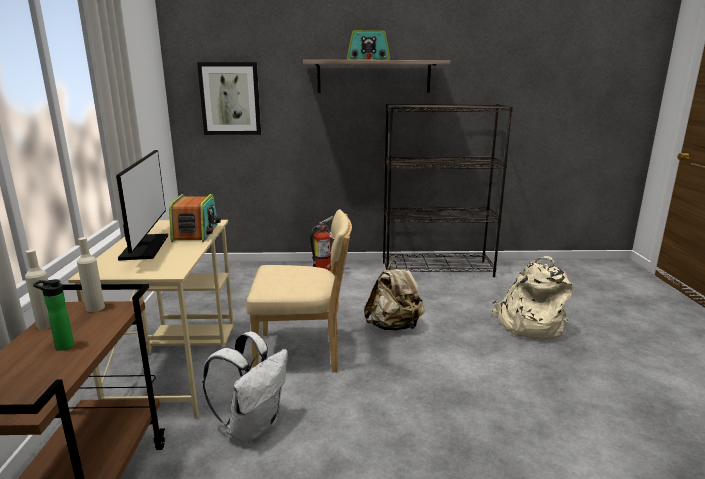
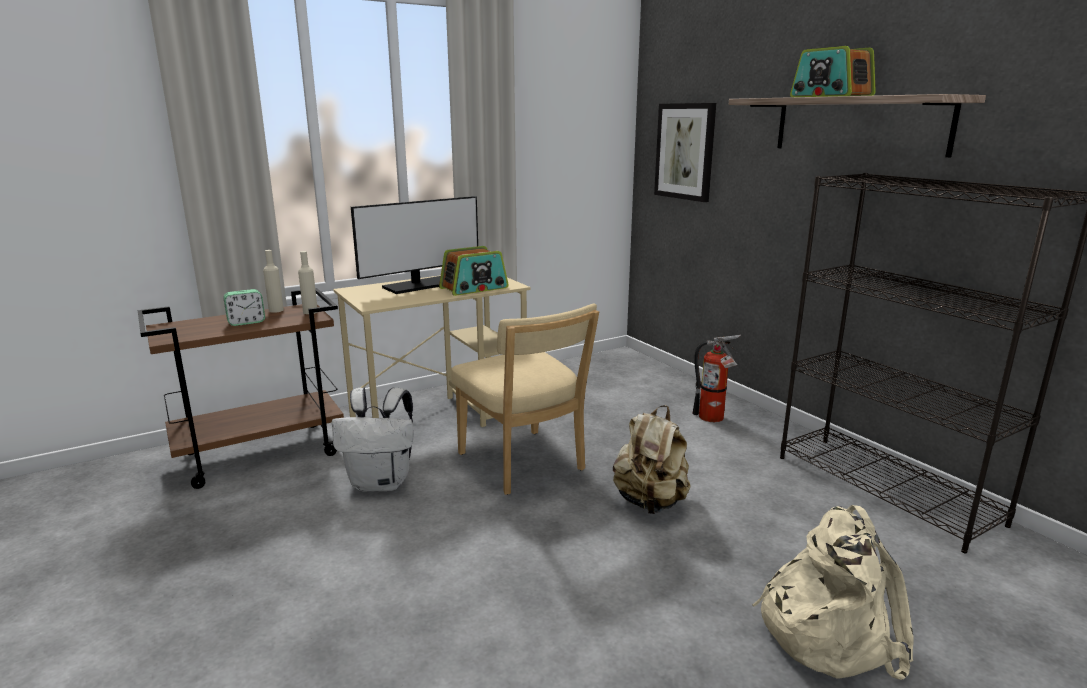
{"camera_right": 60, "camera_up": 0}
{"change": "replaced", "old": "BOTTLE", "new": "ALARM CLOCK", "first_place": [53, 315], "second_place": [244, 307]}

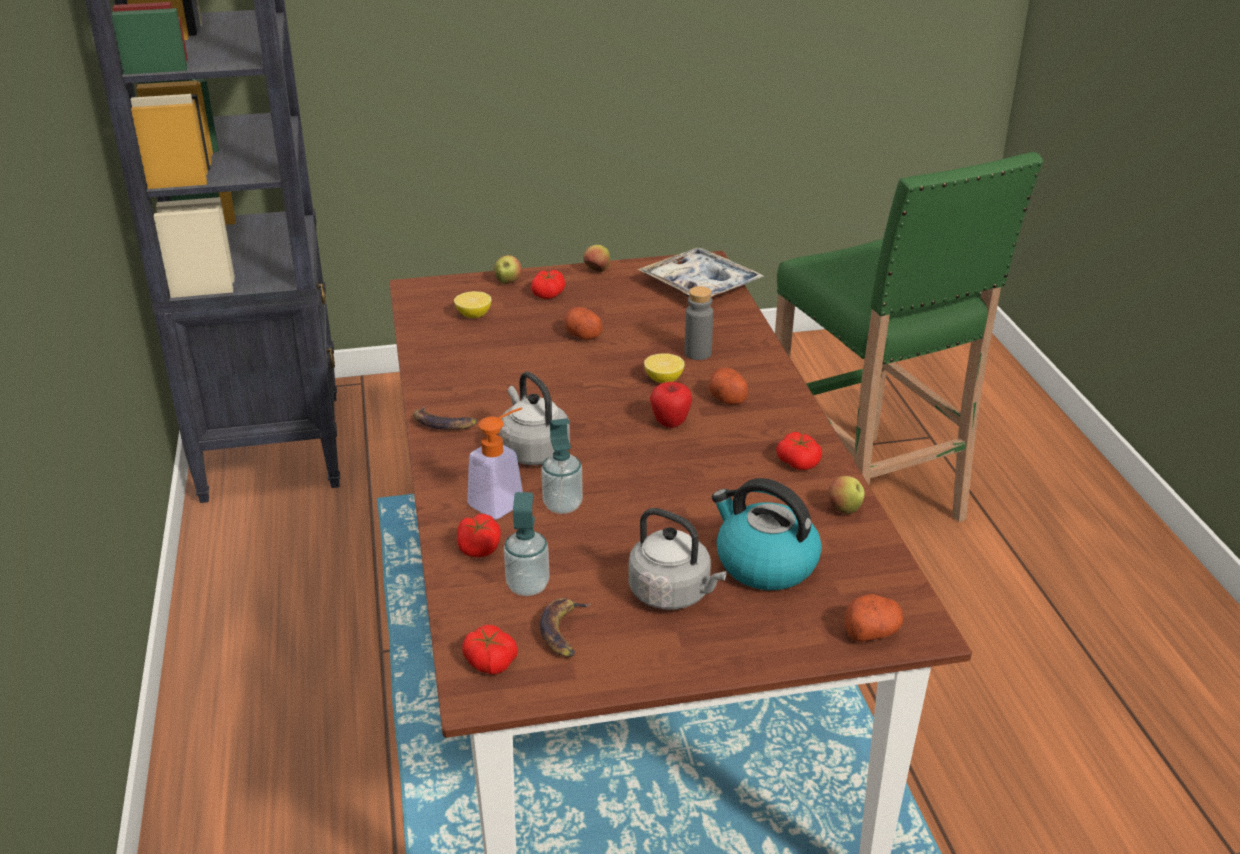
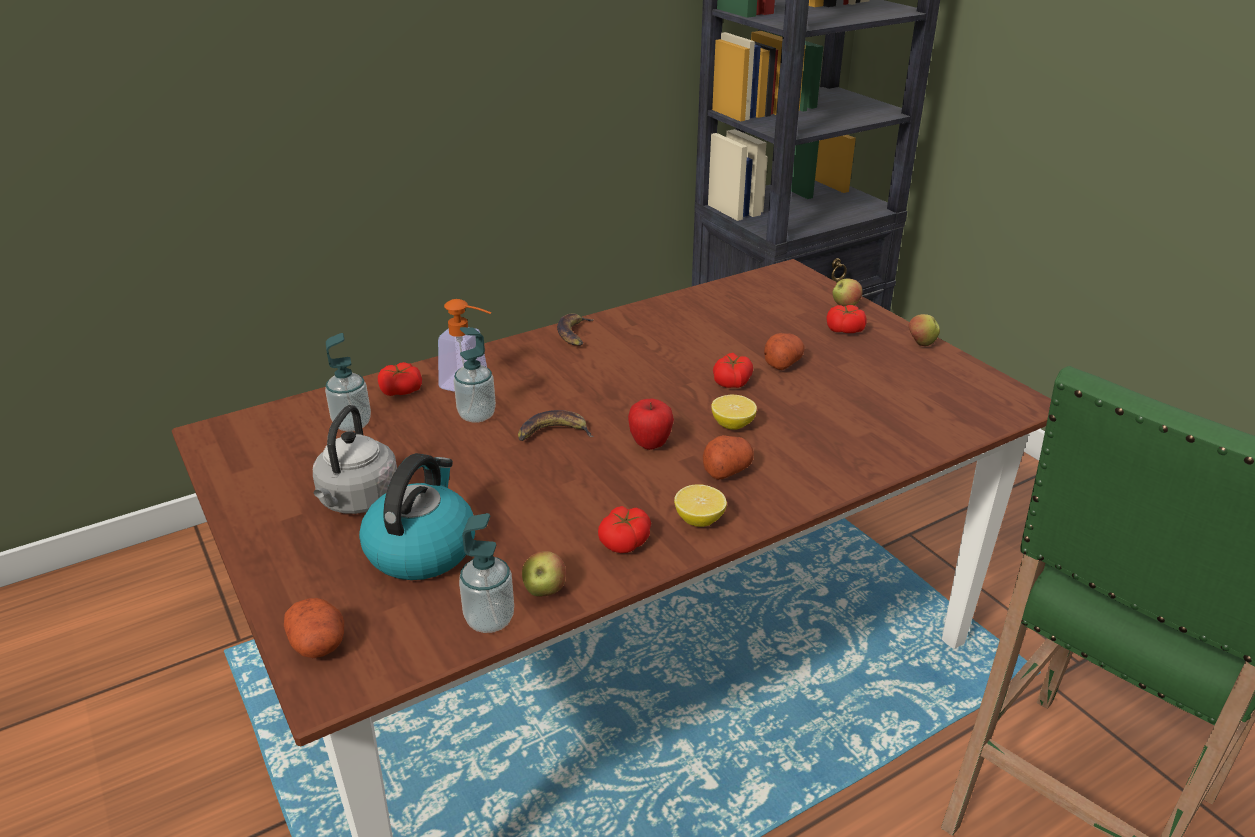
{"camera_right": 70, "camera_up": 0}
{"change": "added", "new": "SOAP DISPENSER", "second_place": [486, 573]}
{"change": "moved", "old": "BANANA", "first_place": [565, 627], "second_place": [556, 425]}
{"change": "moved", "old": "LEMON", "first_place": [473, 304], "second_place": [700, 505]}
{"change": "moved", "old": "TOMATO", "first_place": [490, 650], "second_place": [733, 370]}
{"change": "removed", "old": "GREY KETTLE", "first_place": [534, 418]}
{"change": "removed", "old": "TRAY", "first_place": [700, 272]}
{"change": "removed", "old": "GREY BOTTLE", "first_place": [699, 323]}

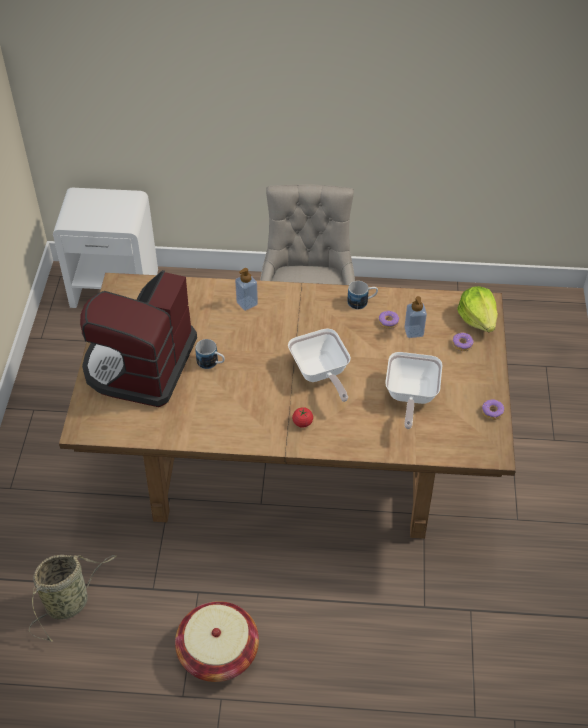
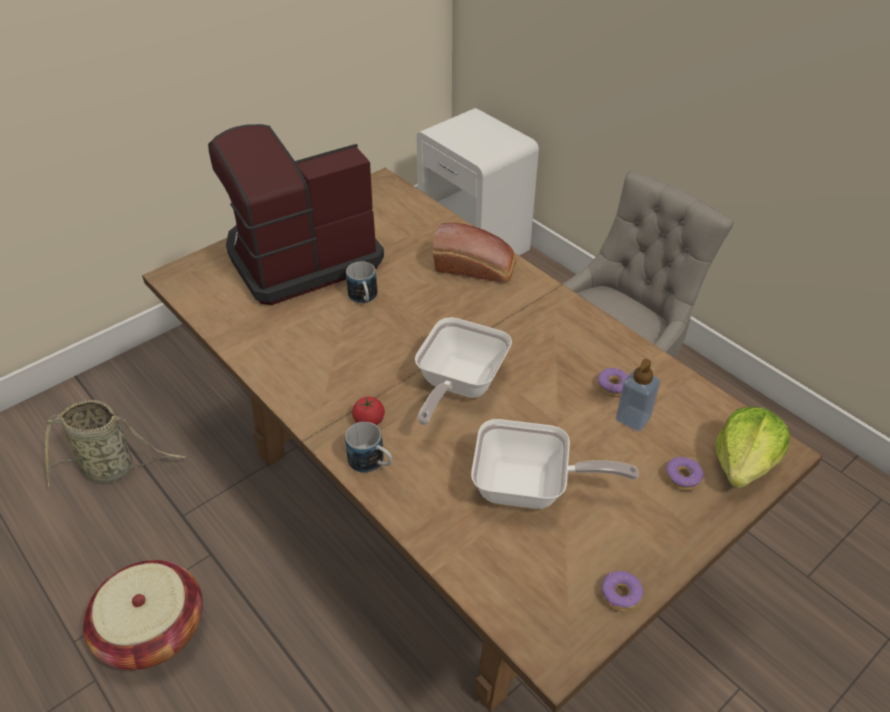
{"camera_right": 45, "camera_up": -5}
{"change": "moved", "old": "MUG", "first_place": [362, 295], "second_place": [368, 447]}
{"change": "replaced", "old": "SOAP DISPENSER", "new": "BREAD", "first_place": [246, 289], "second_place": [474, 253]}
{"change": "turned", "old": "FRYING PAN", "first_place": [413, 390], "second_place": [554, 464], "degrees": -135}

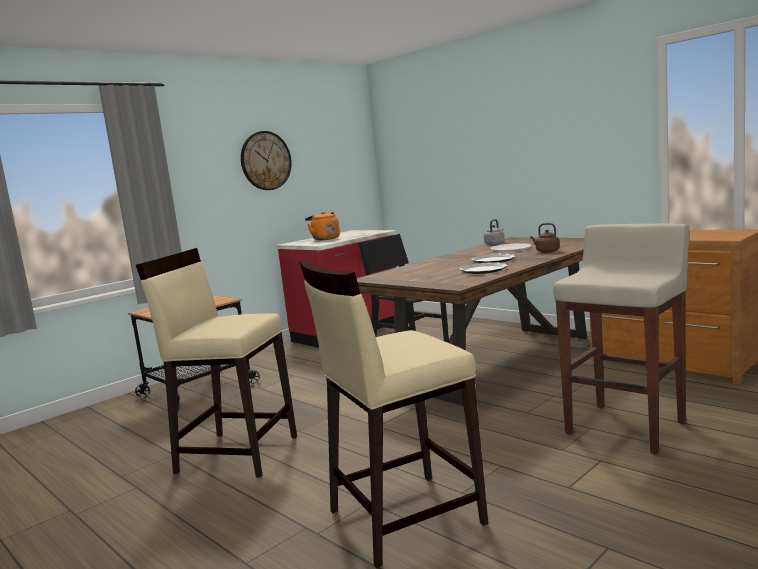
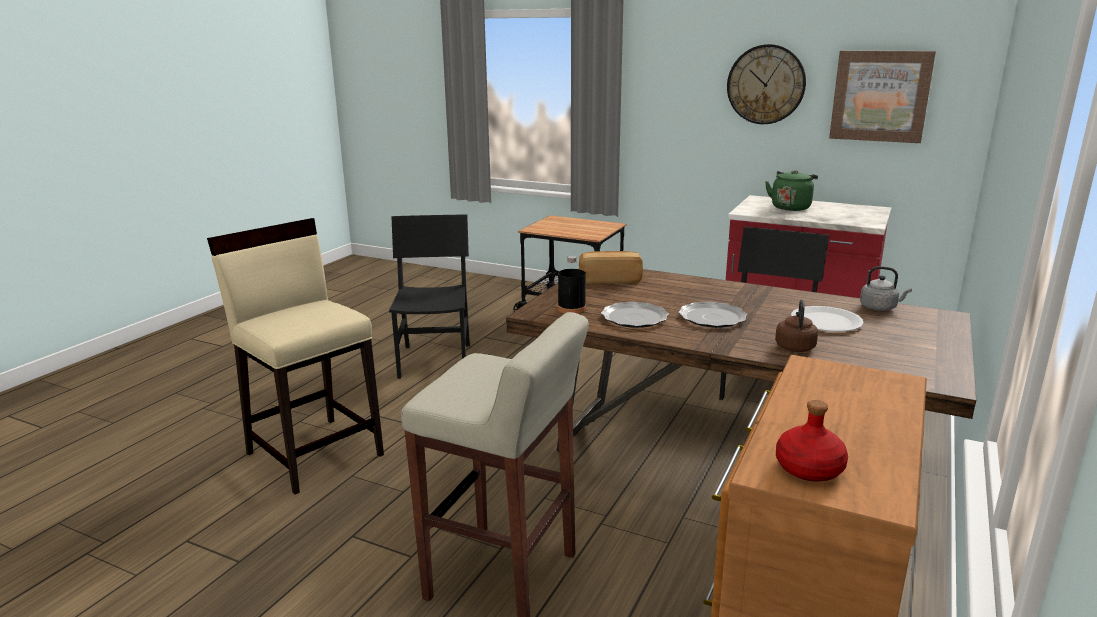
{"camera_right": 70, "camera_up": 10}
{"change": "replaced", "old": "BEIGE STOOL", "new": "BLACK CHAIR", "first_place": [216, 363], "second_place": [429, 296]}
{"change": "added", "new": "BLACK BOTTLE", "second_place": [572, 285]}
{"change": "added", "new": "BREAD", "second_place": [611, 267]}
{"change": "recoloured", "old": "ORANGE KETTLE", "new": "GREEN KETTLE", "first_place": [322, 226], "second_place": [791, 190]}
{"change": "added", "new": "RED BOTTLE", "second_place": [812, 440]}
{"change": "added", "new": "PICTURE", "second_place": [882, 97]}

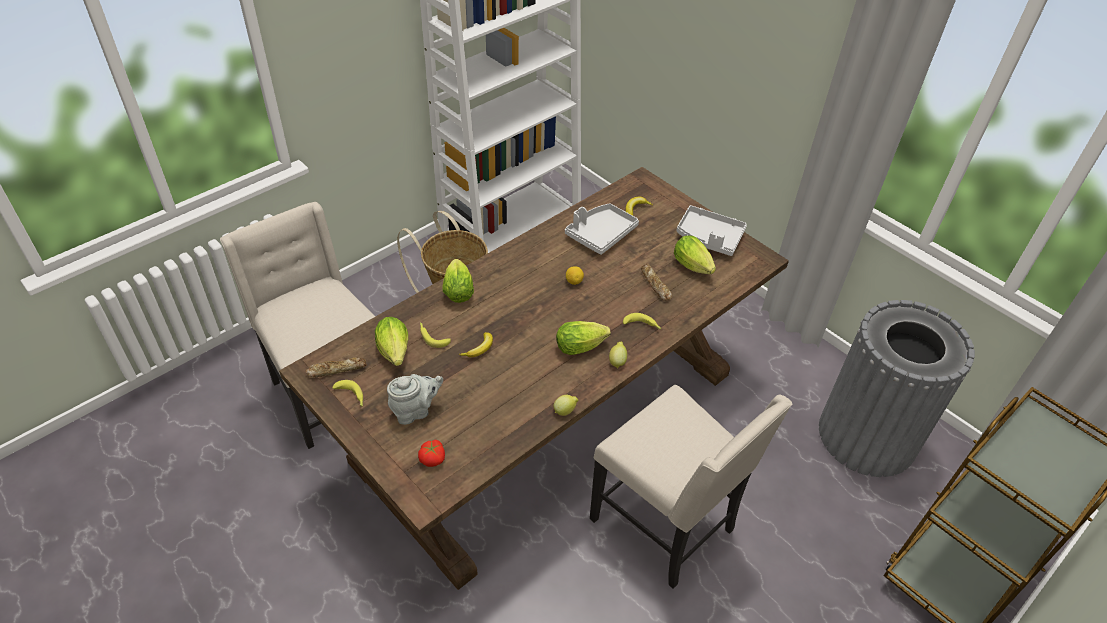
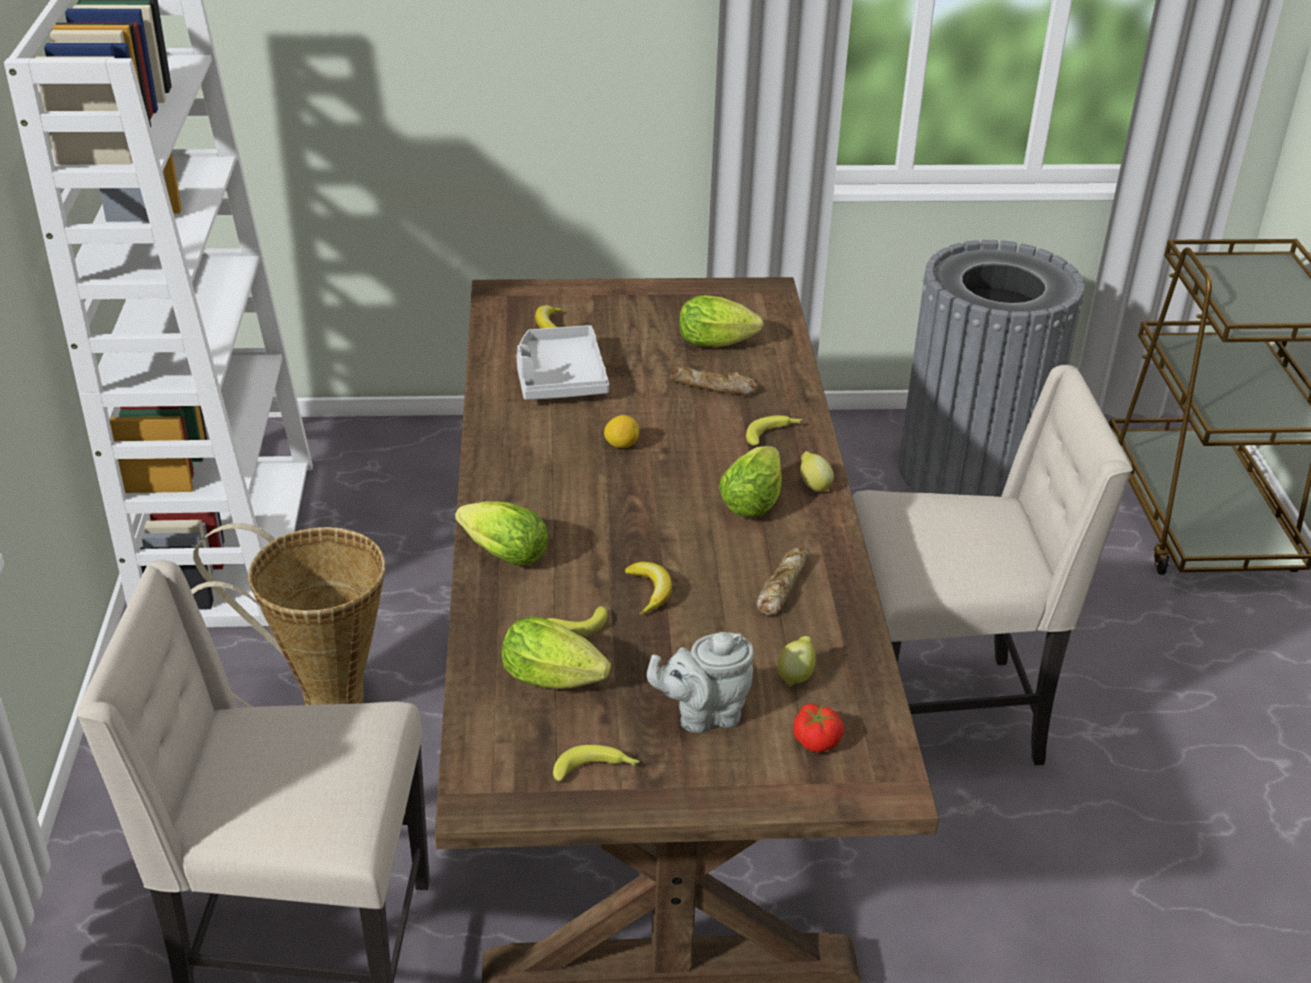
{"camera_right": -50, "camera_up": -10}
{"change": "turned", "old": "GREY TEAPOT", "first_place": [415, 399], "second_place": [700, 682], "degrees": -120}
{"change": "moved", "old": "BREAD", "first_place": [336, 367], "second_place": [783, 581]}
{"change": "moved", "old": "LEMON", "first_place": [566, 405], "second_place": [797, 661]}
{"change": "removed", "old": "GREY TRAY", "first_place": [711, 230]}

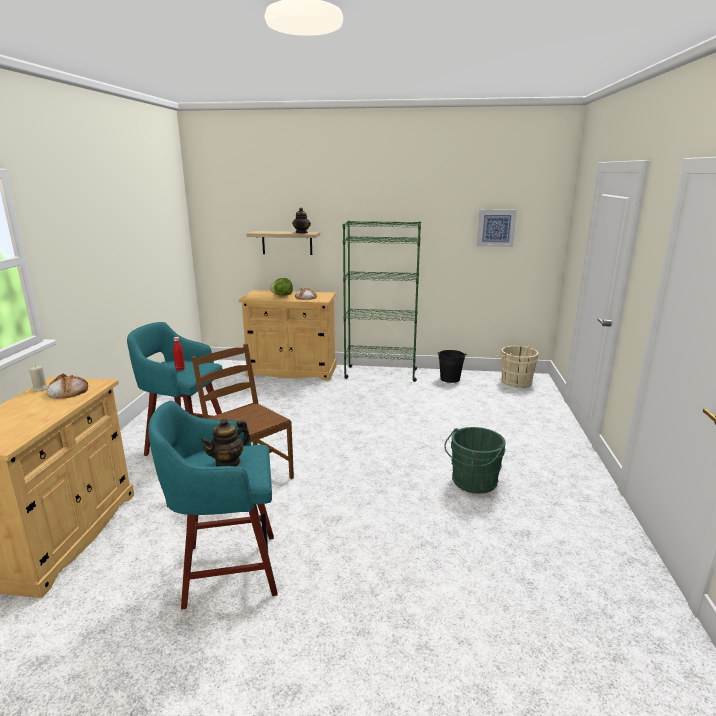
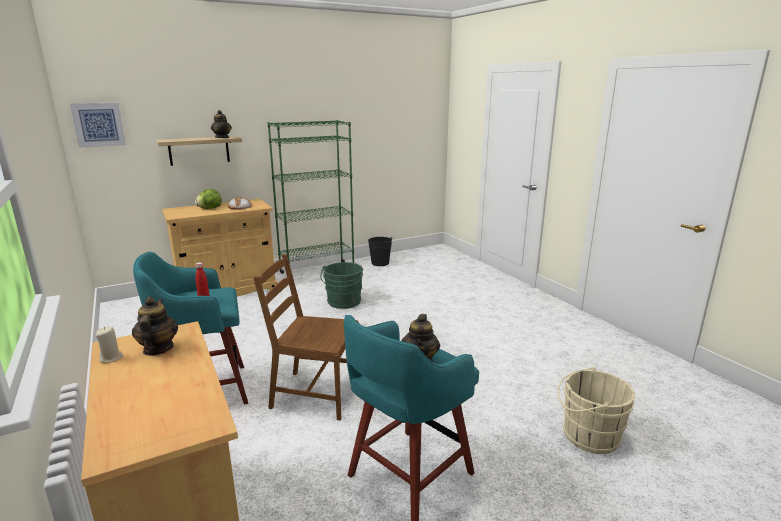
{"camera_right": -35, "camera_up": 0}
{"change": "moved", "old": "PICTURE", "first_place": [497, 228], "second_place": [98, 125]}
{"change": "replaced", "old": "BREAD", "new": "TEAPOT", "first_place": [67, 386], "second_place": [155, 326]}
{"change": "moved", "old": "GREEN BUCKET", "first_place": [475, 460], "second_place": [341, 285]}
{"change": "moved", "old": "BEIGE BUCKET", "first_place": [517, 366], "second_place": [596, 410]}

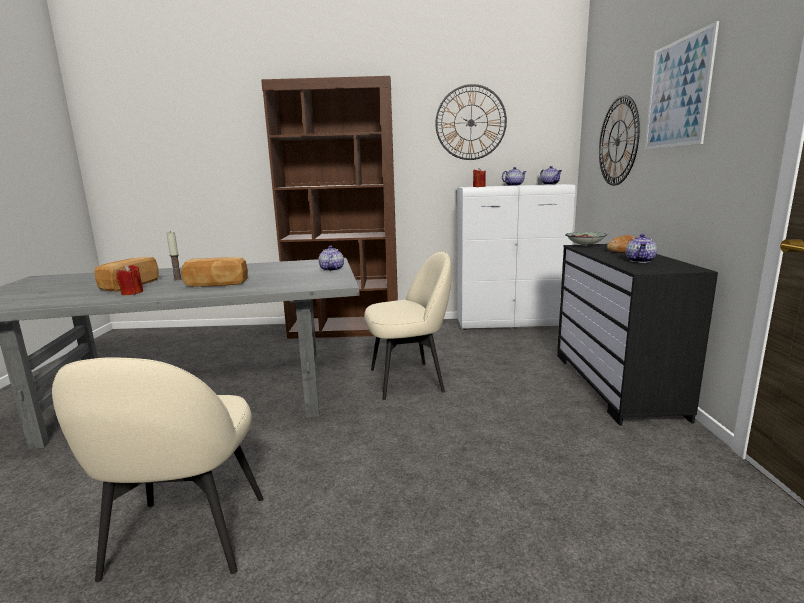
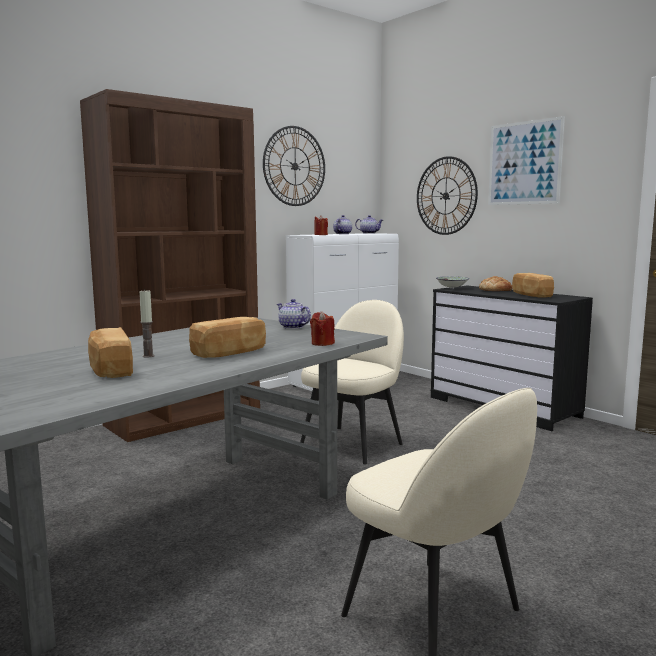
{"camera_right": -40, "camera_up": -5}
{"change": "moved", "old": "RED CANDLE", "first_place": [129, 279], "second_place": [322, 328]}
{"change": "replaced", "old": "TEAPOT", "new": "BREAD", "first_place": [641, 248], "second_place": [533, 285]}

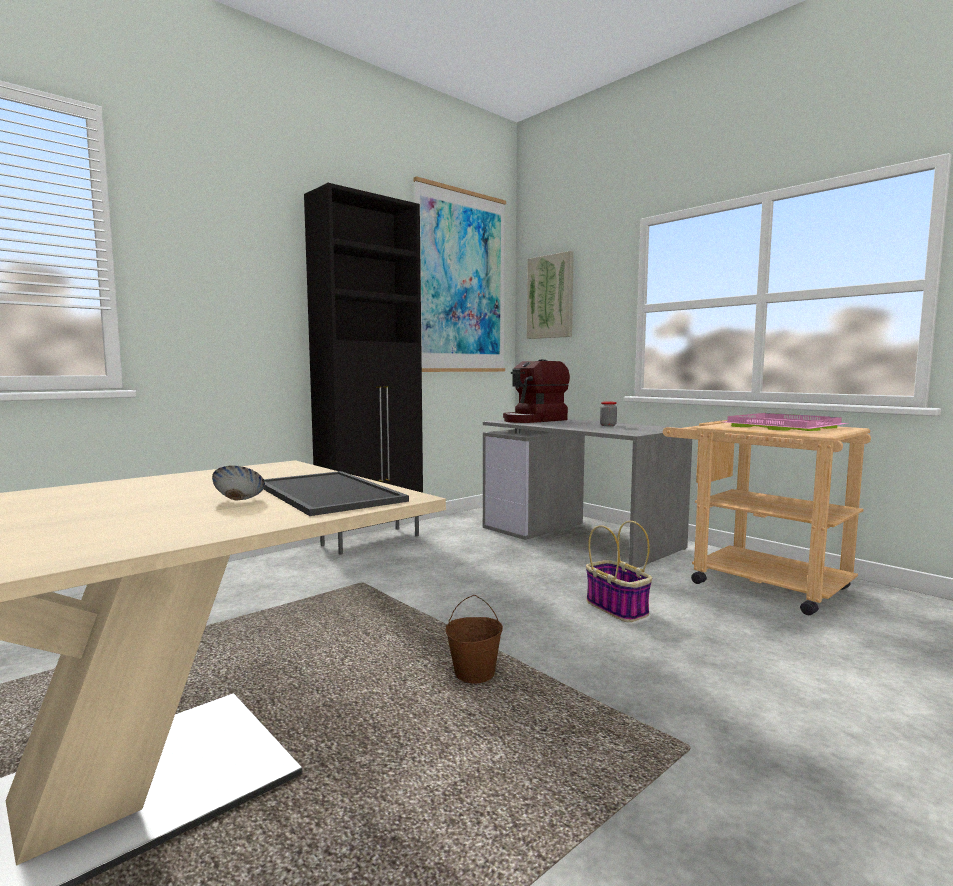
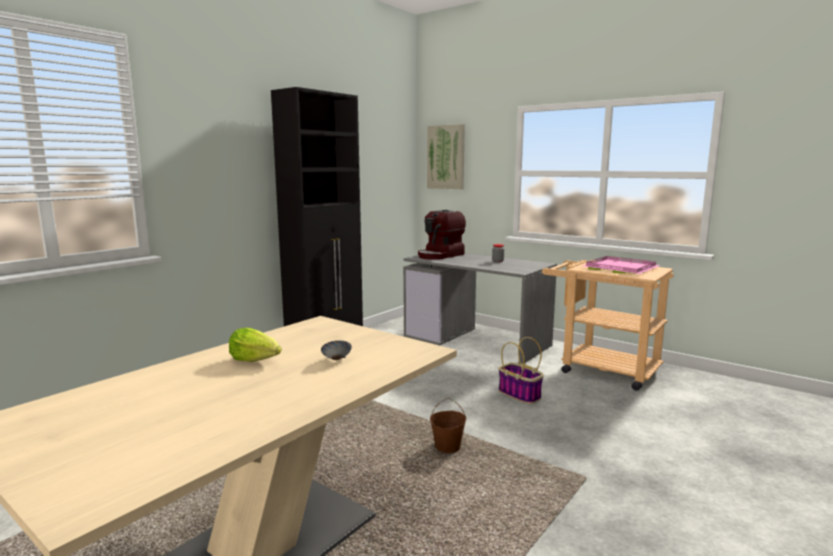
{"camera_right": -10, "camera_up": 5}
{"change": "added", "new": "LETTUCE", "second_place": [255, 345]}
{"change": "removed", "old": "TRAY", "first_place": [336, 493]}
{"change": "removed", "old": "PICTURE", "first_place": [459, 274]}

